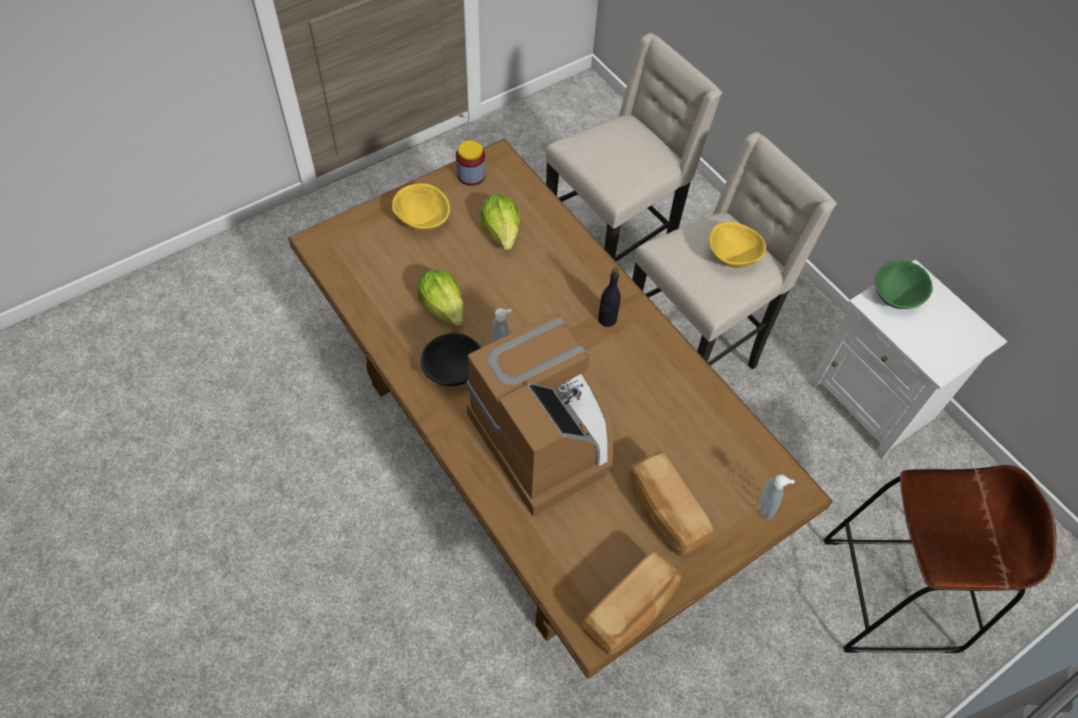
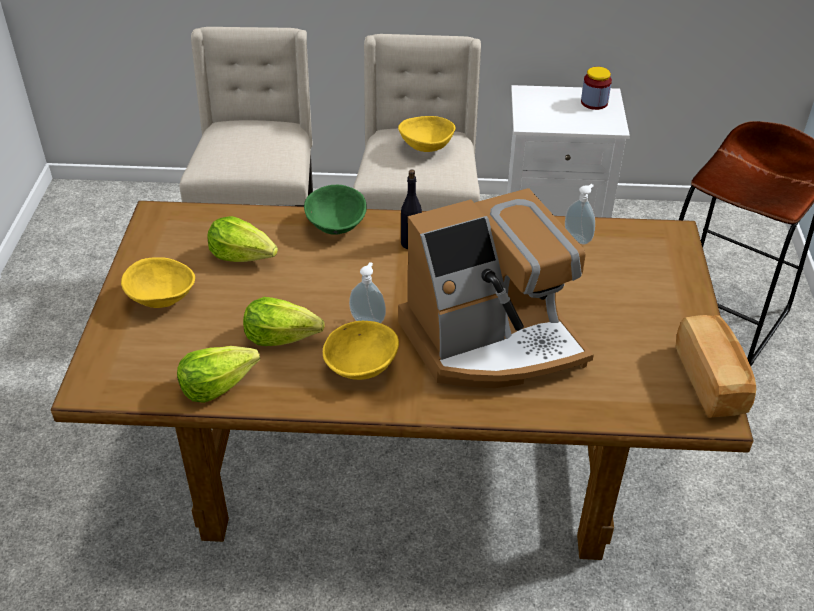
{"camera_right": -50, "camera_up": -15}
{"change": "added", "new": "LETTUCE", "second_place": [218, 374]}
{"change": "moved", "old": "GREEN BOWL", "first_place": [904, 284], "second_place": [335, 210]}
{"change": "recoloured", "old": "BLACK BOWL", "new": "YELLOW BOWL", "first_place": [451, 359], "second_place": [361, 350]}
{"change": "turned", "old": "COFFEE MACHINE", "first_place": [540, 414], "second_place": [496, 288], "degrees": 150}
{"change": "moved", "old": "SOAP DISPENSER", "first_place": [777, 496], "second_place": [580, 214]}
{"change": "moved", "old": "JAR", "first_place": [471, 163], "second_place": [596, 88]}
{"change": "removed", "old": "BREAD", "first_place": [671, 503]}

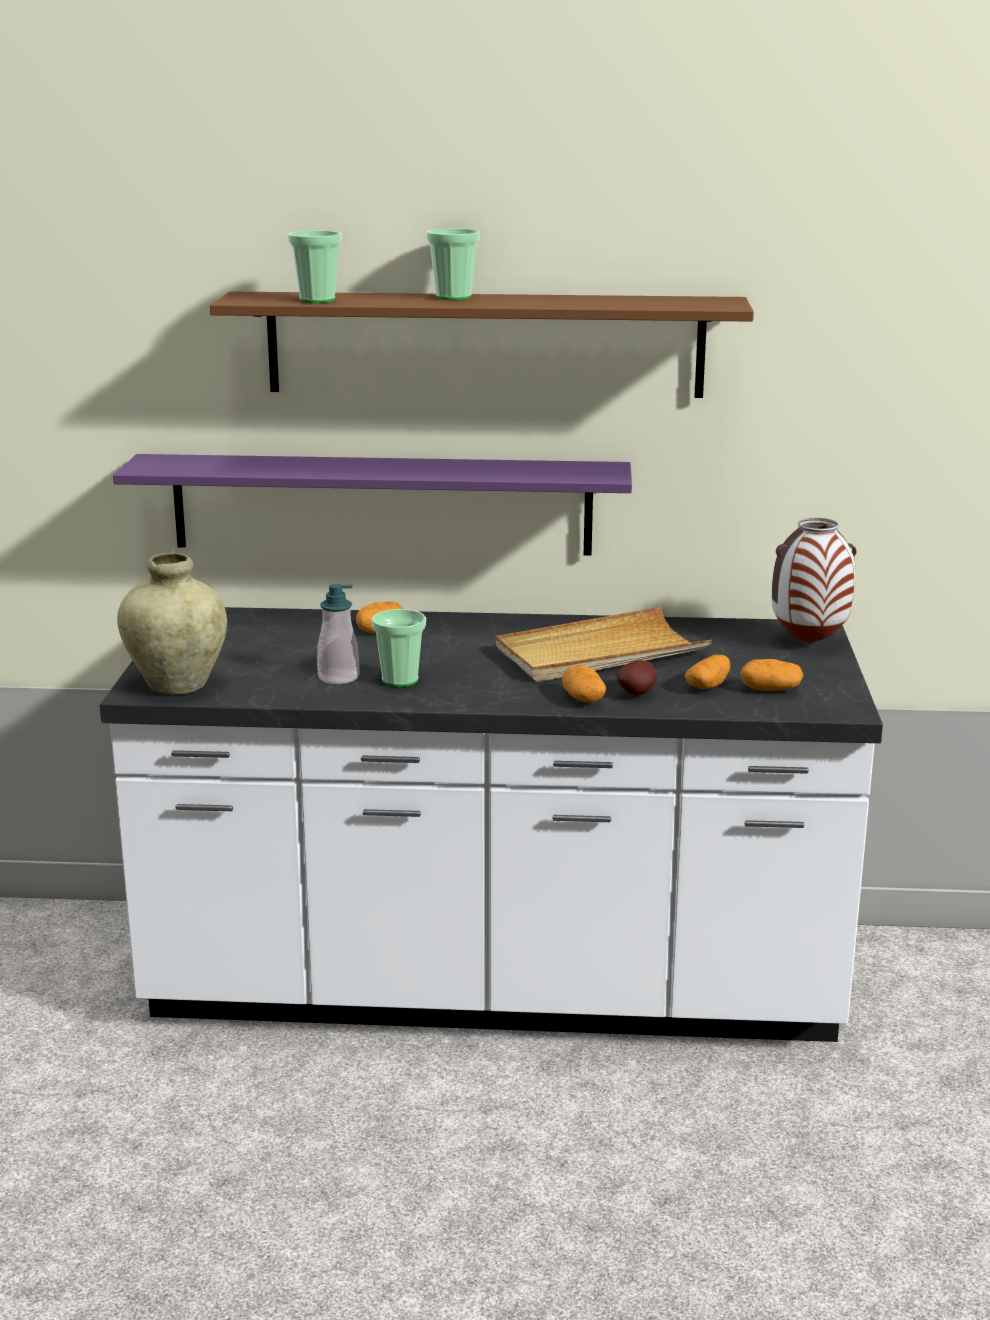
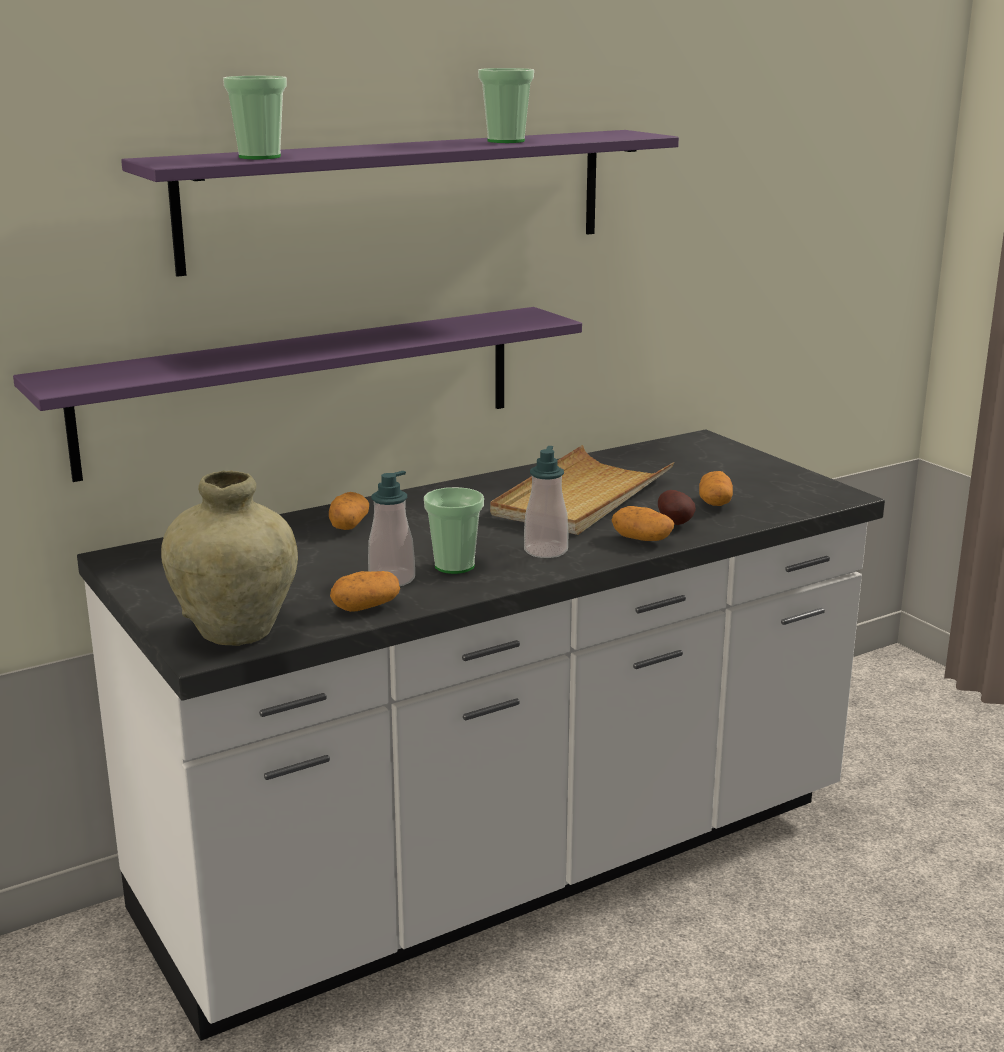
{"camera_right": -35, "camera_up": 0}
{"change": "recoloured", "old": "BROWN SHELF", "new": "PURPLE SHELF", "first_place": [482, 344], "second_place": [400, 203]}
{"change": "moved", "old": "POTATO", "first_place": [772, 675], "second_place": [365, 591]}
{"change": "moved", "old": "CUP", "first_place": [453, 264], "second_place": [506, 105]}
{"change": "added", "new": "SOAP DISPENSER", "second_place": [546, 502]}
{"change": "removed", "old": "VASE", "first_place": [814, 580]}

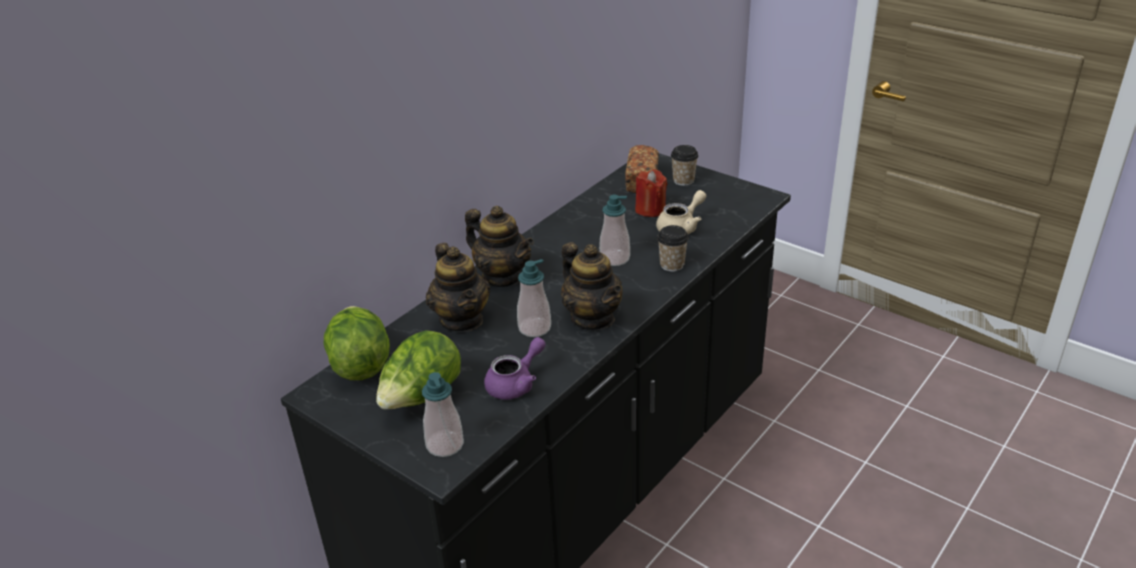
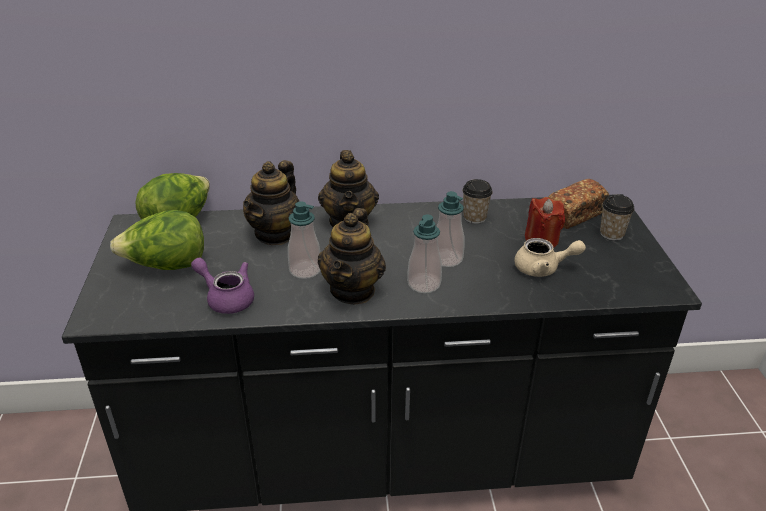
{"camera_right": 45, "camera_up": 0}
{"change": "turned", "old": "PURPLE TEAPOT", "first_place": [515, 368], "second_place": [222, 286], "degrees": -150}
{"change": "moved", "old": "SOAP DISPENSER", "first_place": [443, 414], "second_place": [424, 254]}
{"change": "moved", "old": "CUP", "first_place": [673, 248], "second_place": [477, 201]}

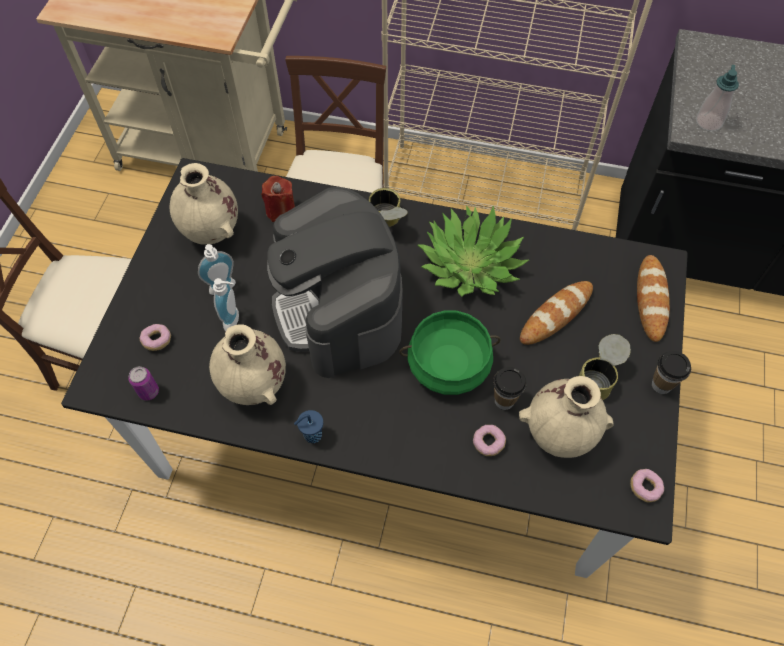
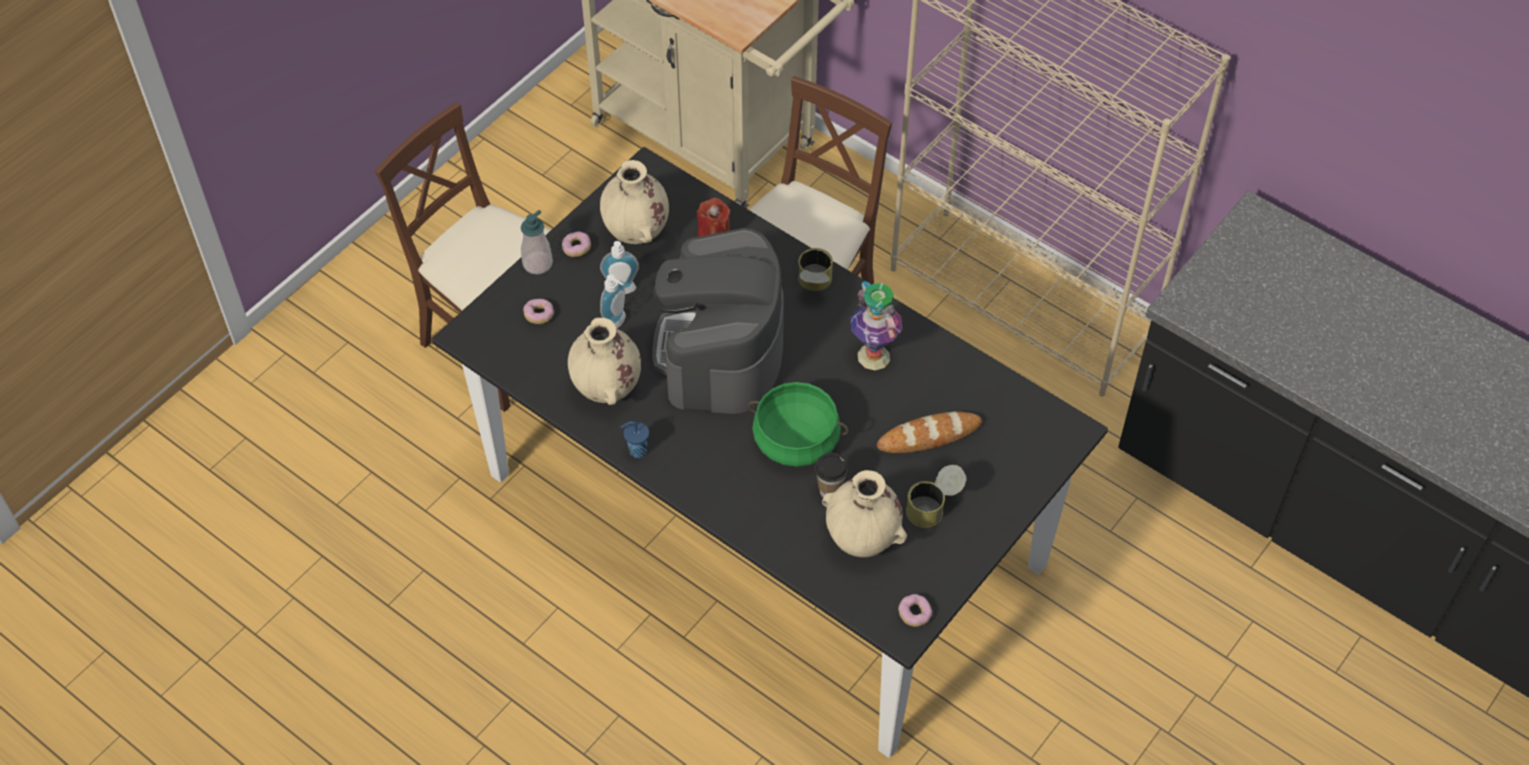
{"camera_right": 25, "camera_up": -5}
{"change": "moved", "old": "SOAP DISPENSER", "first_place": [717, 98], "second_place": [537, 242]}
{"change": "moved", "old": "DONUT", "first_place": [489, 440], "second_place": [576, 244]}
{"change": "replaced", "old": "POTTED PLANT", "new": "VASE", "first_place": [473, 250], "second_place": [876, 325]}
{"change": "removed", "old": "CAN", "first_place": [143, 383]}
{"change": "removed", "old": "BREAD", "first_place": [653, 298]}
{"change": "removed", "old": "CUP", "first_place": [671, 372]}

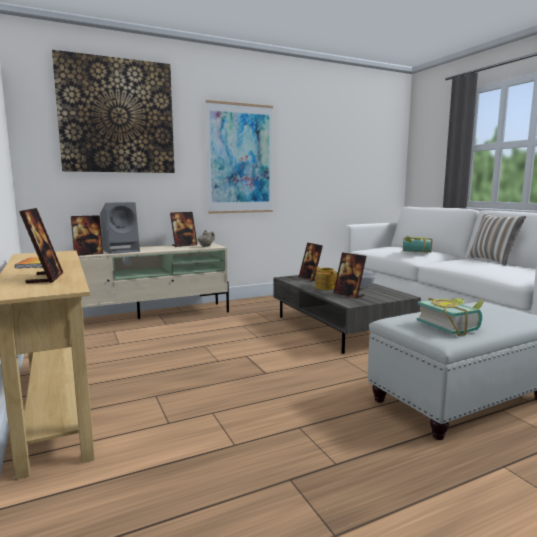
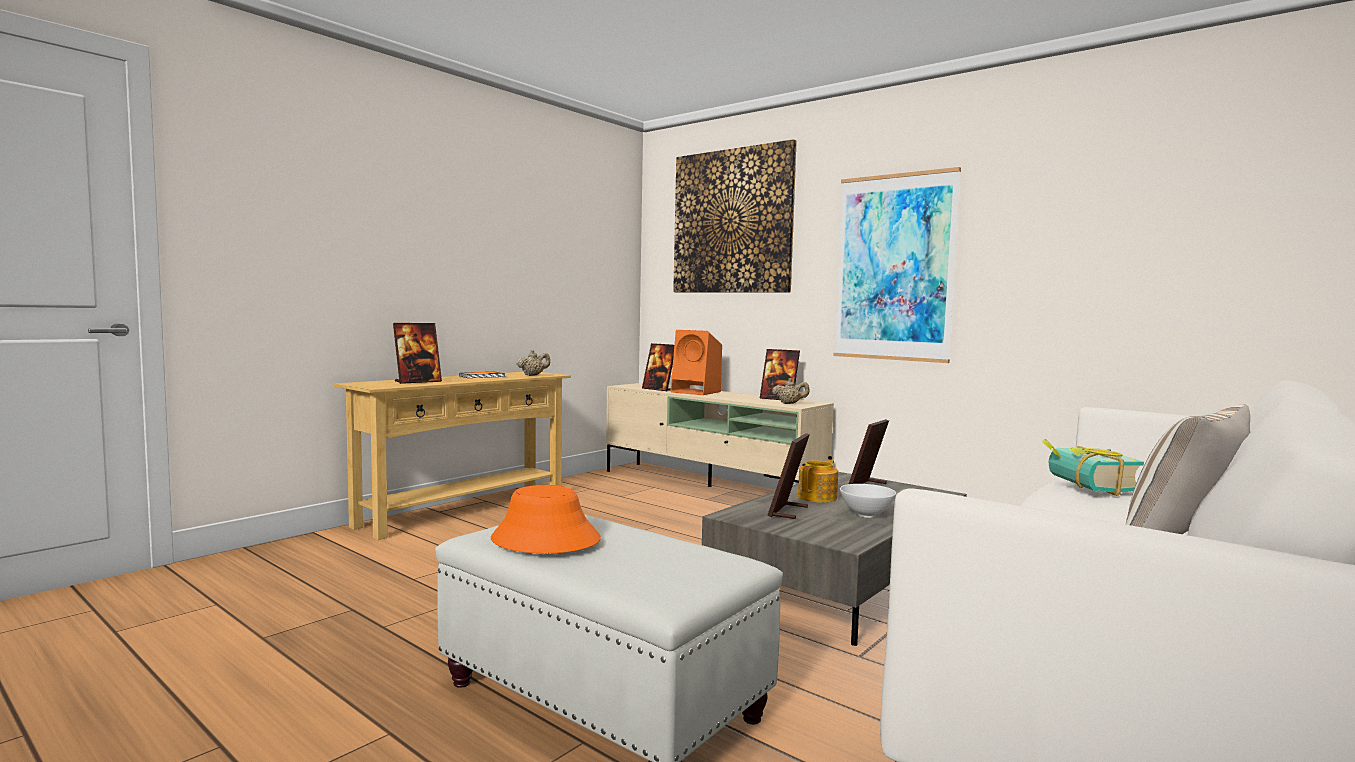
{"camera_right": 65, "camera_up": -5}
{"change": "replaced", "old": "BOOK", "new": "ORANGE HAT", "first_place": [450, 317], "second_place": [546, 519]}
{"change": "added", "new": "BEIGE TEAPOT", "second_place": [533, 363]}
{"change": "recoloured", "old": "GREY SPEAKER", "new": "ORANGE SPEAKER", "first_place": [120, 228], "second_place": [696, 362]}

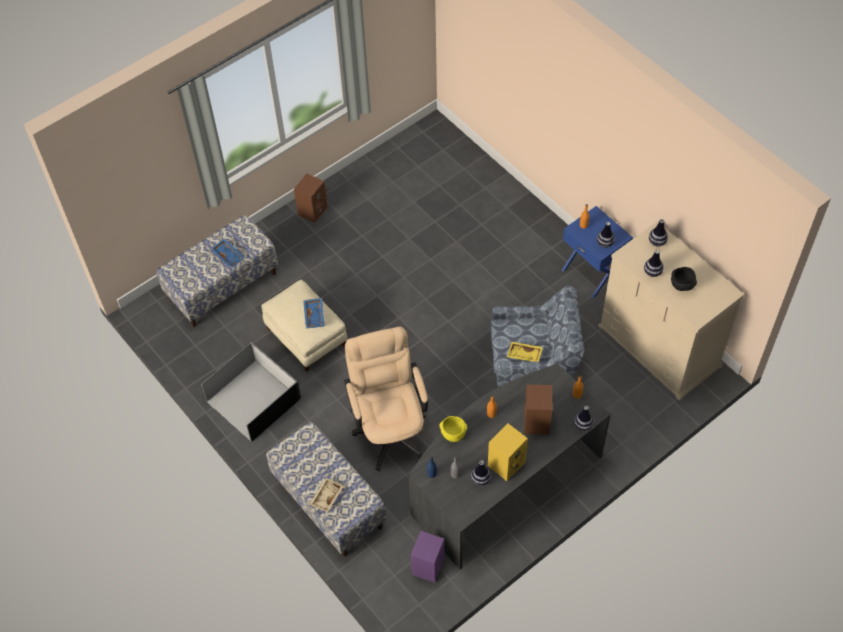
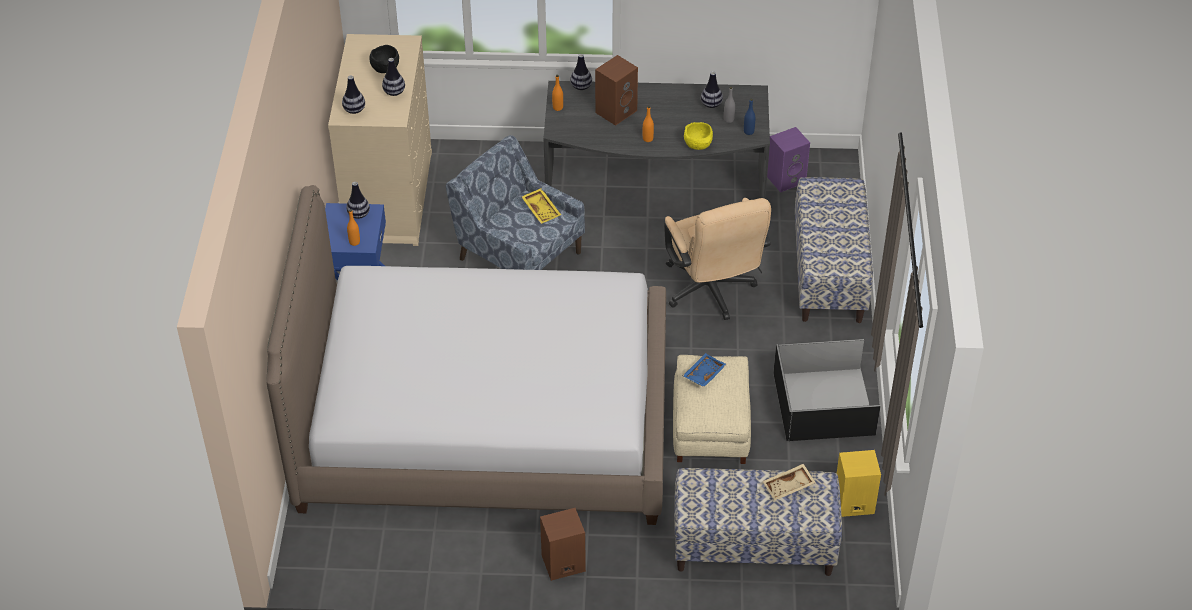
{"camera_right": -140, "camera_up": -10}
{"change": "added", "new": "BED", "second_place": [466, 355]}
{"change": "turned", "old": "BEIGE OFFICE CHAIR", "first_place": [386, 398], "second_place": [717, 259], "degrees": -45}
{"change": "moved", "old": "BEIGE TRAY", "first_place": [326, 495], "second_place": [789, 482]}
{"change": "moved", "old": "YELLOW SPEAKER", "first_place": [508, 452], "second_place": [859, 483]}
{"change": "removed", "old": "BLUE TRAY", "first_place": [228, 253]}

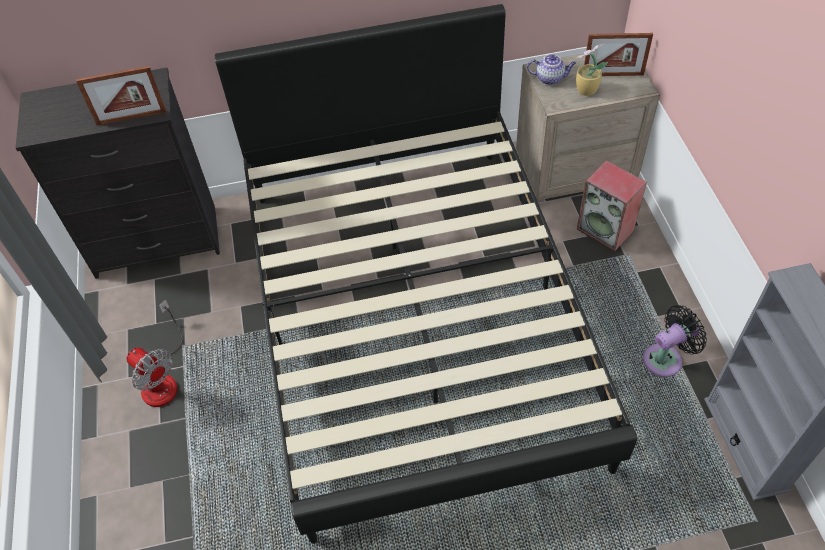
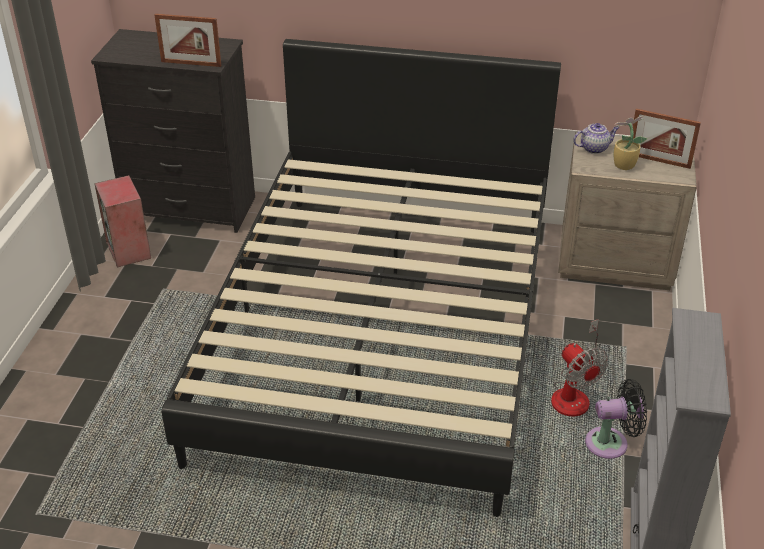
{"camera_right": 20, "camera_up": -15}
{"change": "moved", "old": "SPEAKER", "first_place": [612, 206], "second_place": [122, 221]}
{"change": "moved", "old": "FAN", "first_place": [154, 353], "second_place": [579, 367]}
{"change": "turned", "old": "TEAPOT", "first_place": [551, 69], "second_place": [596, 138], "degrees": -45}

